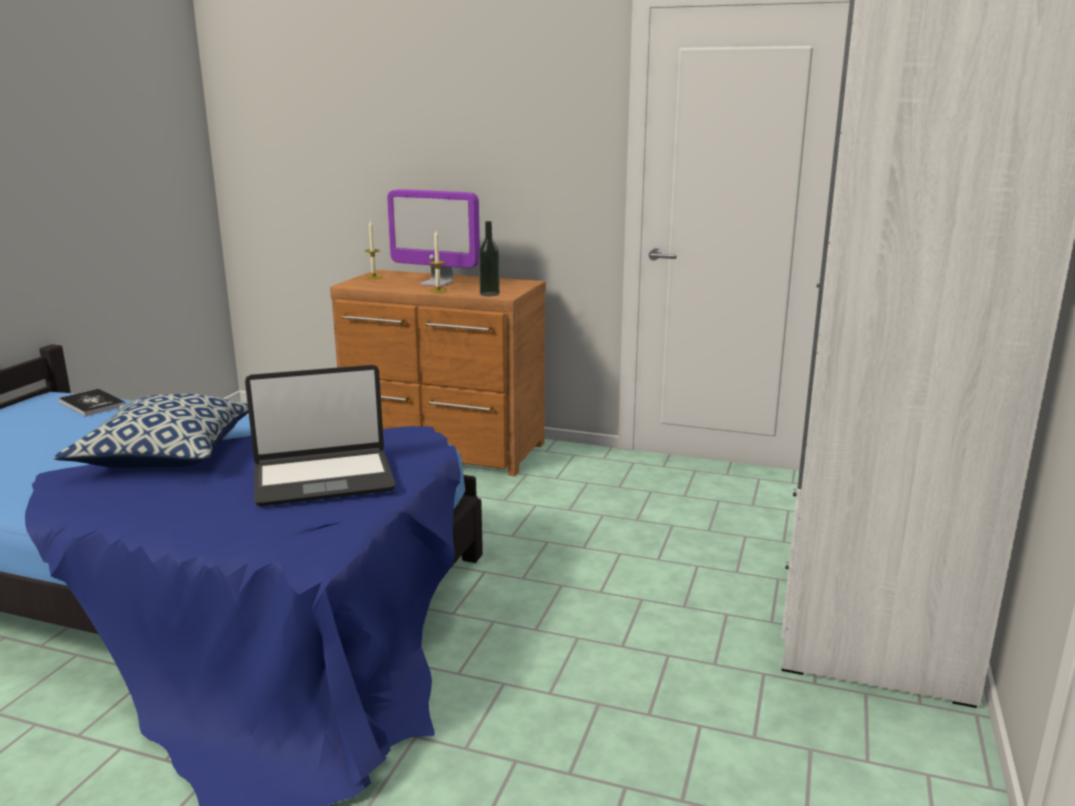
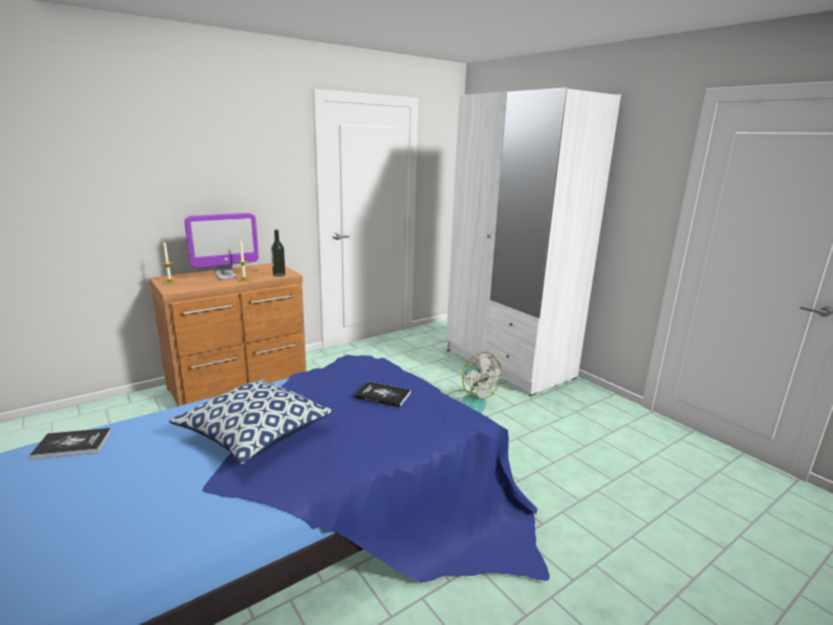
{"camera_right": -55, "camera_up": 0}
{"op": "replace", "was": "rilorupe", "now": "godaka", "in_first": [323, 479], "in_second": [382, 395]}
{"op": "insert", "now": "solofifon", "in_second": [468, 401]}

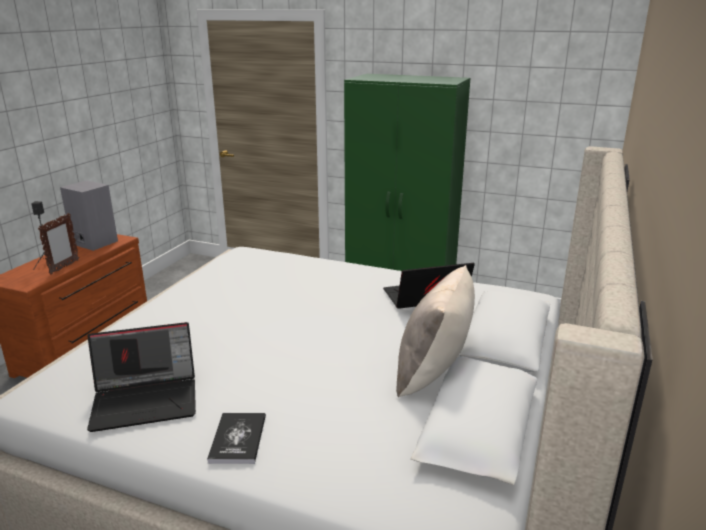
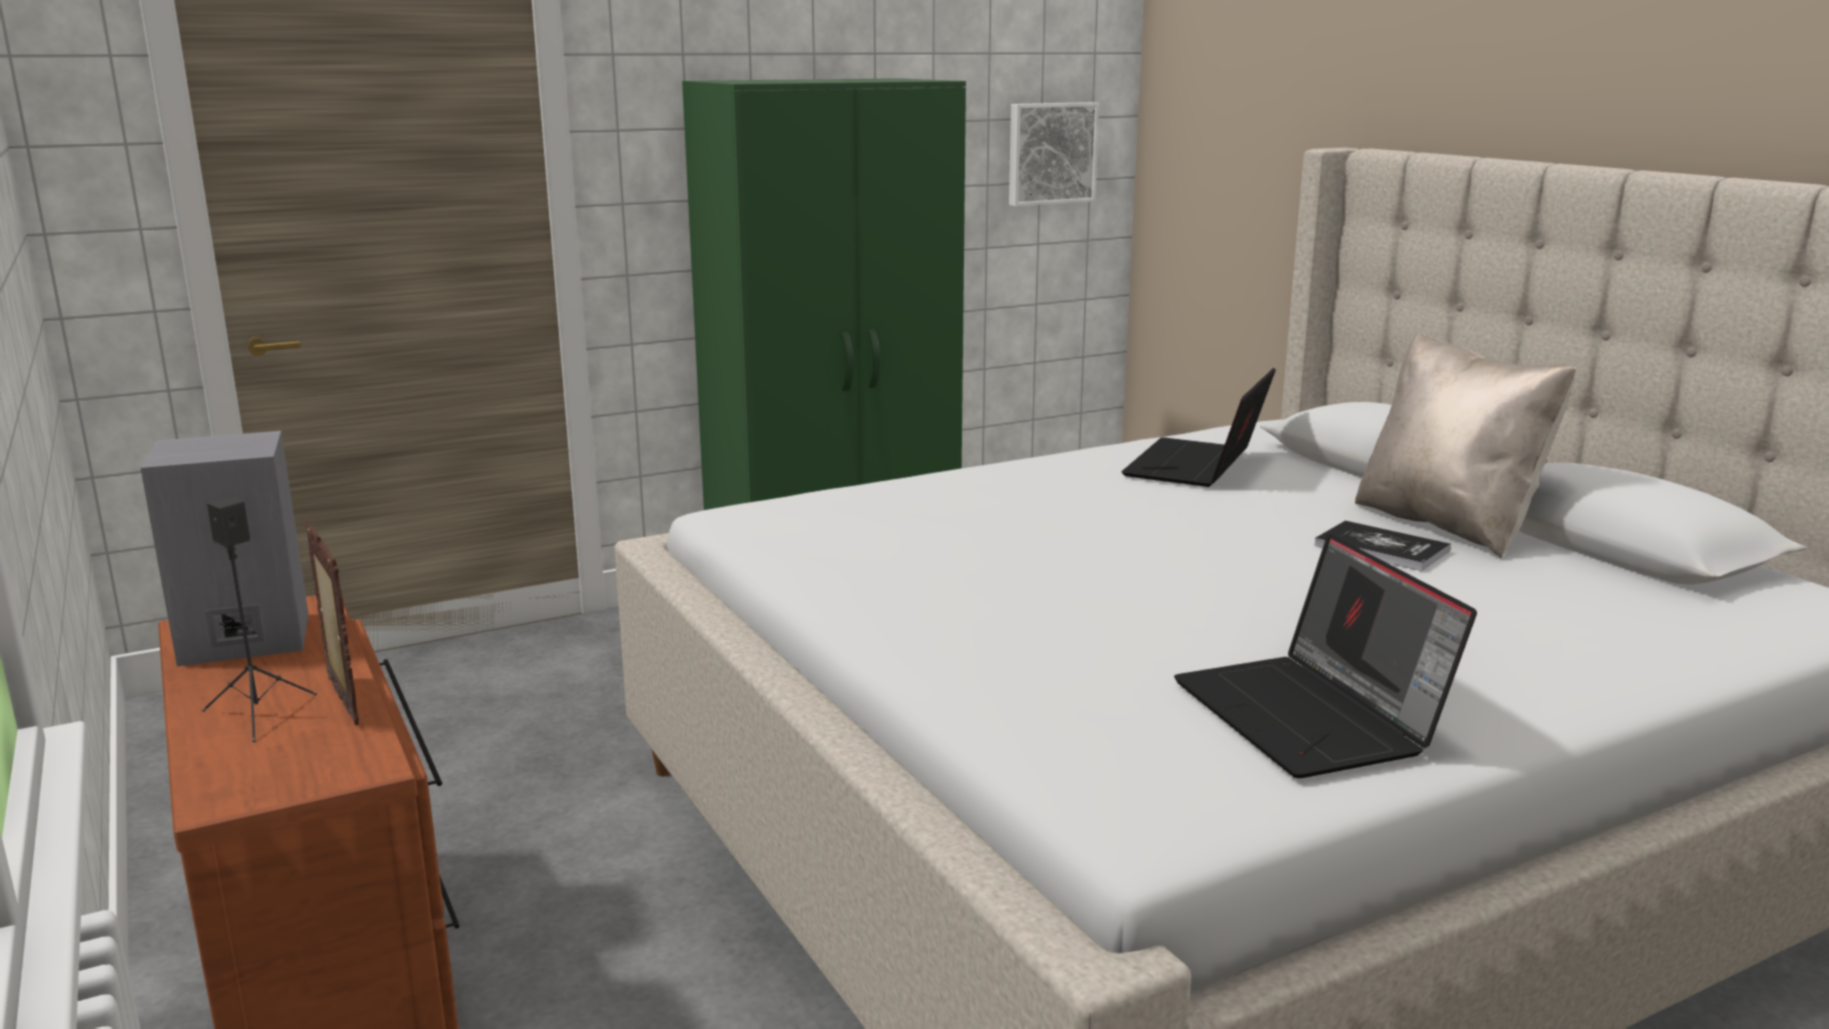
{"camera_right": -50, "camera_up": -5}
{"op": "insert", "now": "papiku", "in_second": [1050, 153]}
{"op": "rotate", "was": "rilorupe", "in_first": [147, 400], "in_second": [1313, 717], "clockwise": 135}
{"op": "move", "was": "godaka", "in_first": [238, 439], "in_second": [1381, 548]}

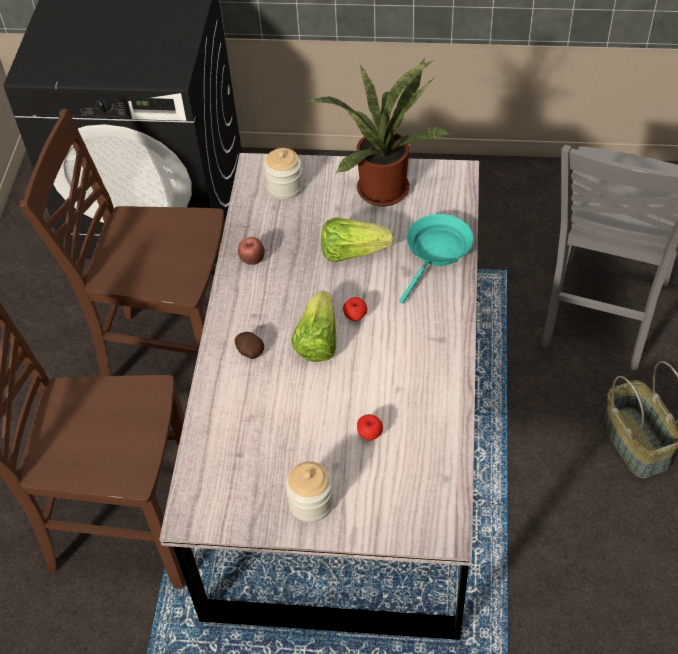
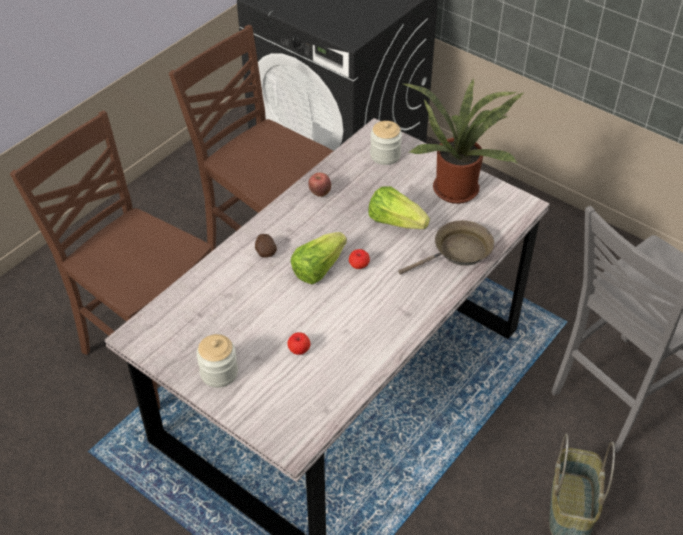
{"camera_right": 30, "camera_up": -5}
{"op": "recolor", "was": "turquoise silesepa", "now": "brown silesepa", "in_first": [437, 252], "in_second": [458, 252]}

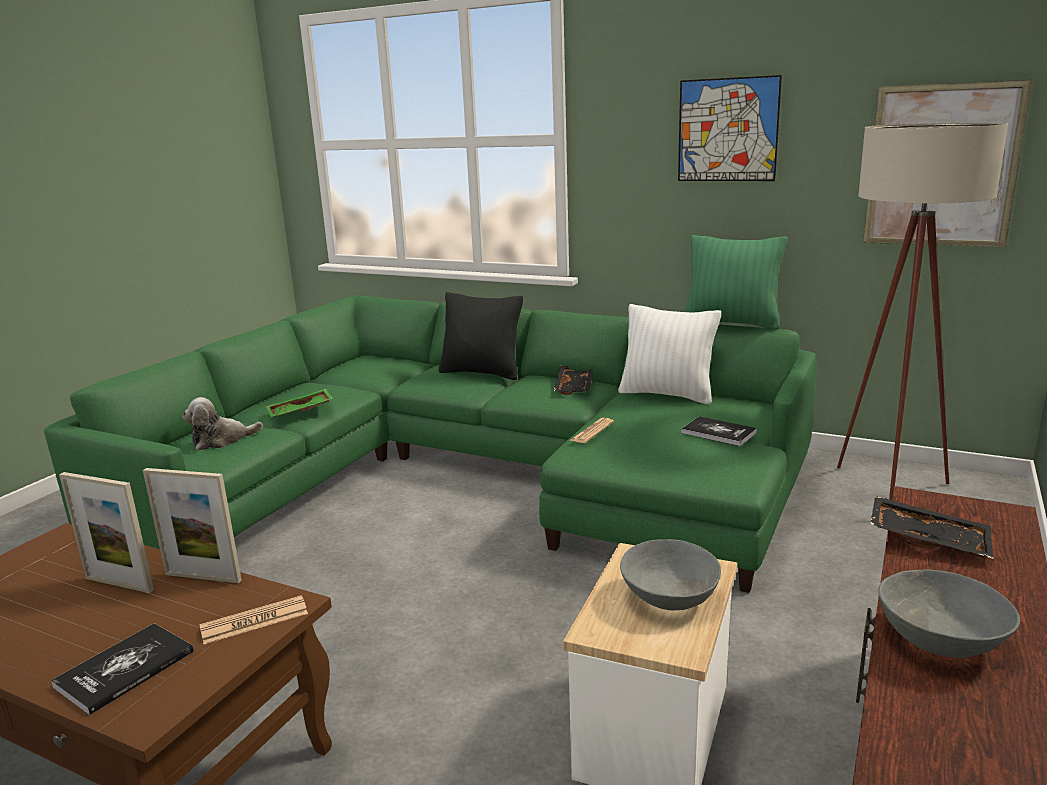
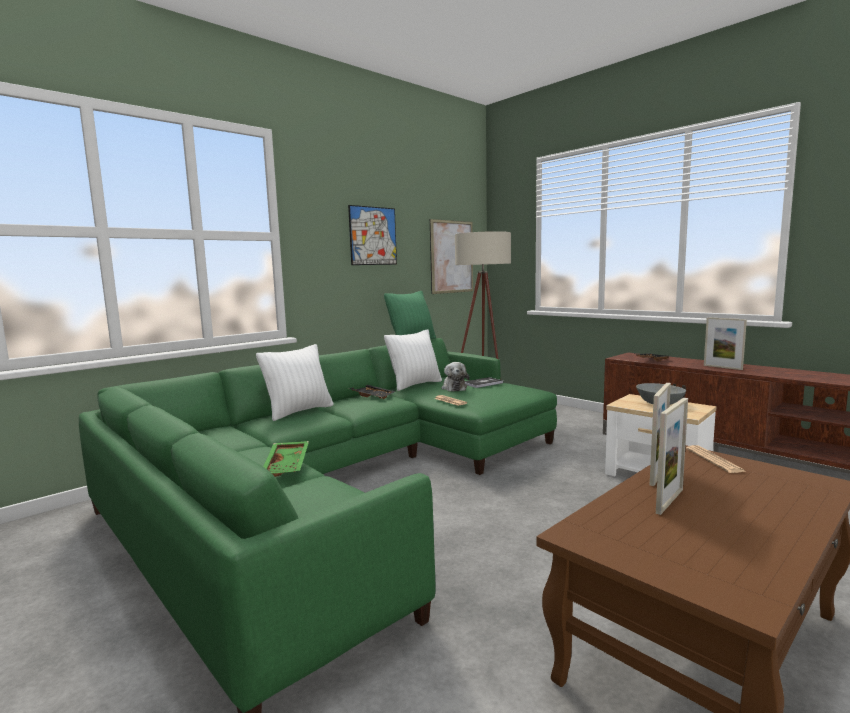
{"camera_right": -70, "camera_up": -10}
{"op": "recolor", "was": "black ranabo", "now": "white ranabo", "in_first": [482, 373], "in_second": [299, 411]}
{"op": "move", "was": "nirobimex", "in_first": [221, 440], "in_second": [454, 388]}
{"op": "replace", "was": "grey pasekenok", "now": "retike", "in_first": [941, 640], "in_second": [722, 367]}
{"op": "delete", "was": "godaka", "in_first": [125, 669]}

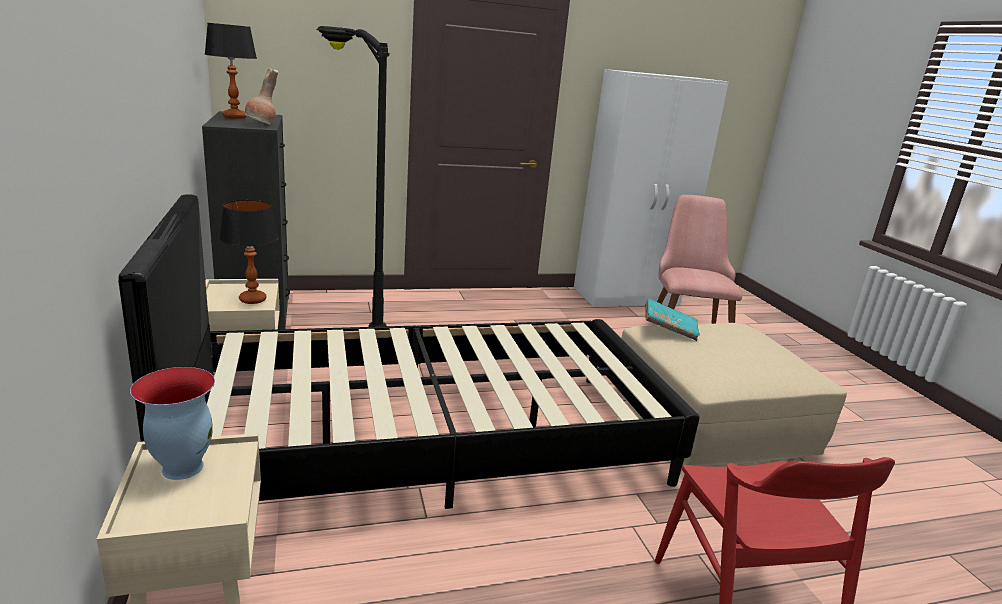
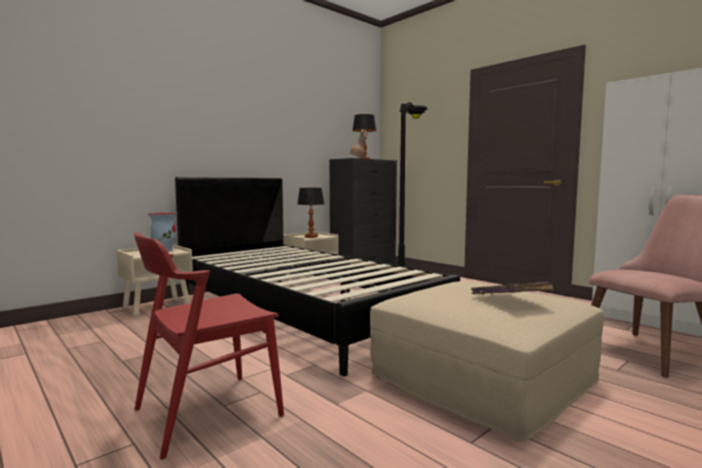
{"camera_right": 65, "camera_up": -15}
{"op": "insert", "now": "purple godaka", "in_second": [510, 301]}
{"op": "delete", "was": "turquoise godaka", "in_first": [669, 329]}

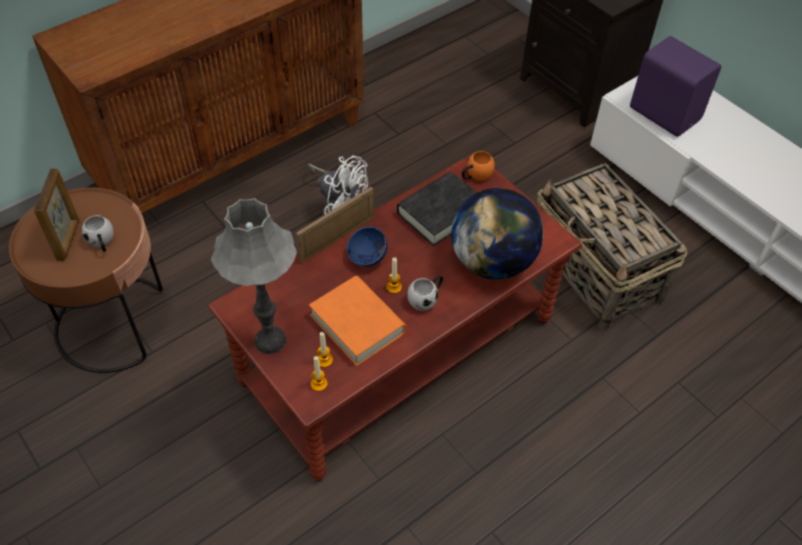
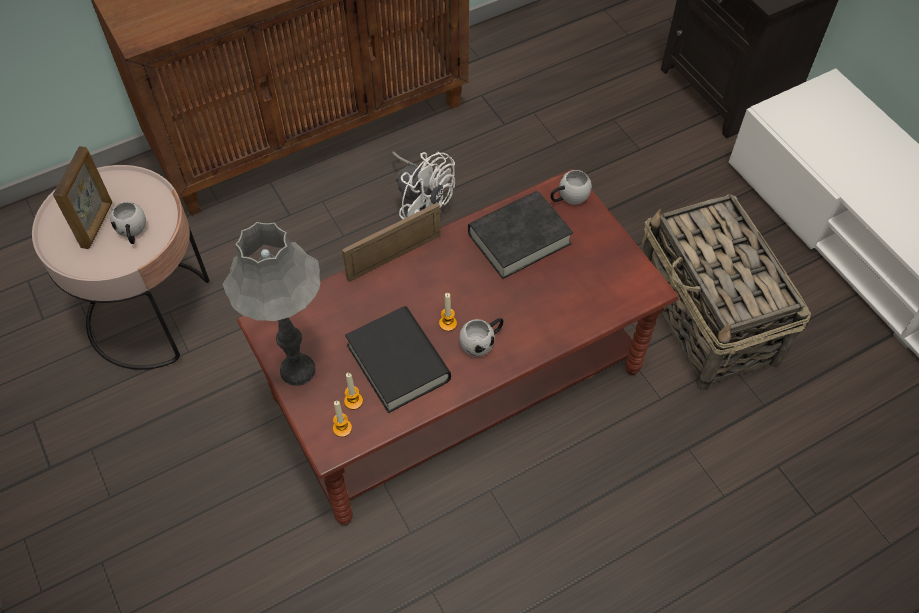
{"camera_right": 10, "camera_up": 5}
{"op": "recolor", "was": "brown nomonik", "now": "pink nomonik", "in_first": [114, 323], "in_second": [152, 313]}
{"op": "recolor", "was": "orange godaka", "now": "black godaka", "in_first": [357, 324], "in_second": [398, 363]}
{"op": "recolor", "was": "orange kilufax", "now": "white kilufax", "in_first": [475, 176], "in_second": [568, 198]}
{"op": "delete", "was": "blue pasekenok", "in_first": [367, 258]}
{"op": "delete", "was": "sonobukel", "in_first": [492, 262]}
{"op": "delete", "was": "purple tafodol", "in_first": [664, 113]}

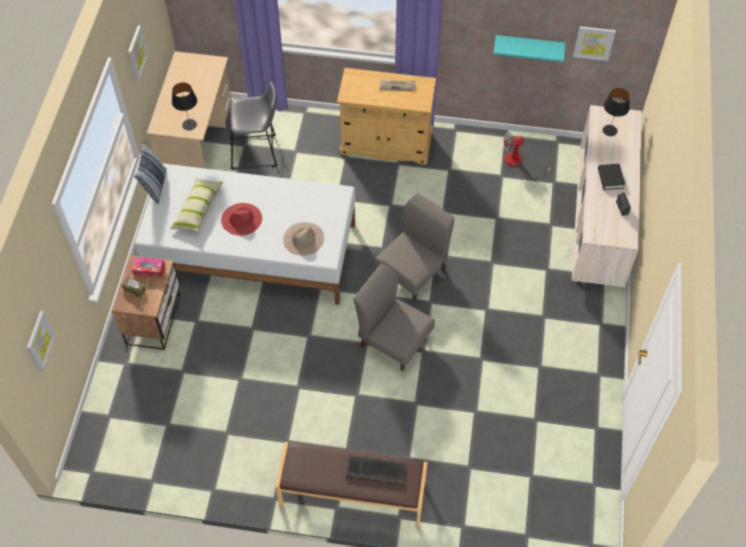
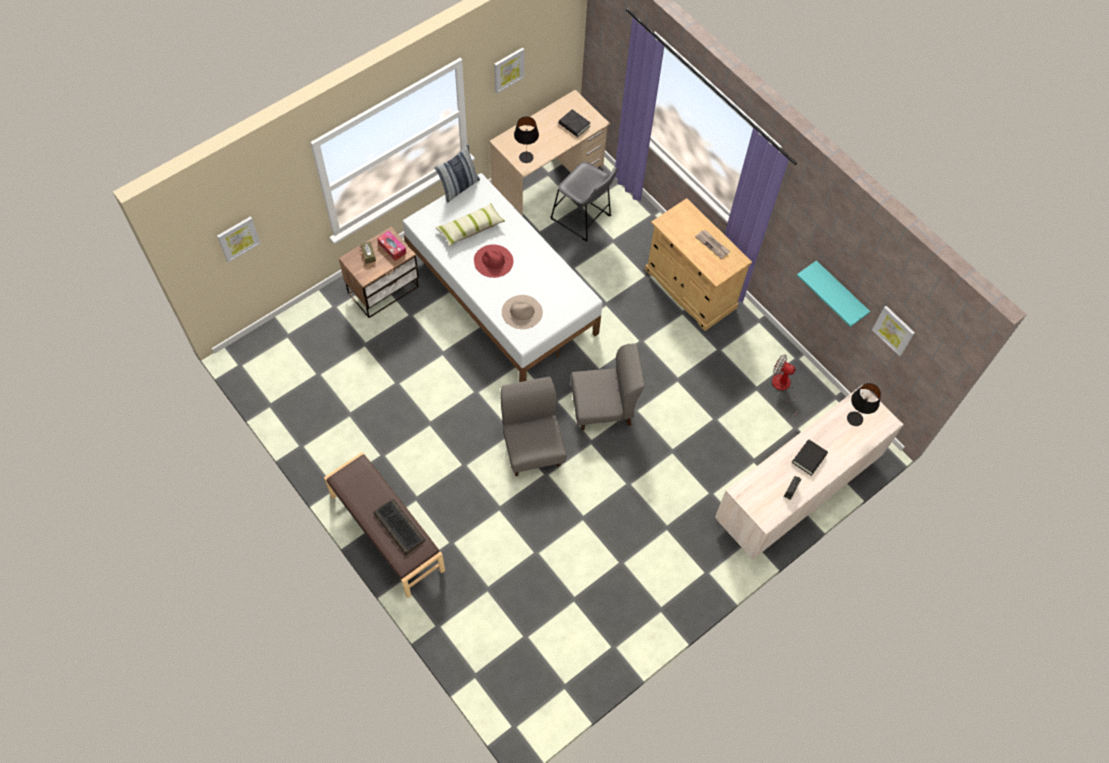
{"camera_right": 40, "camera_up": 5}
{"op": "insert", "now": "black godaka", "in_second": [574, 125]}

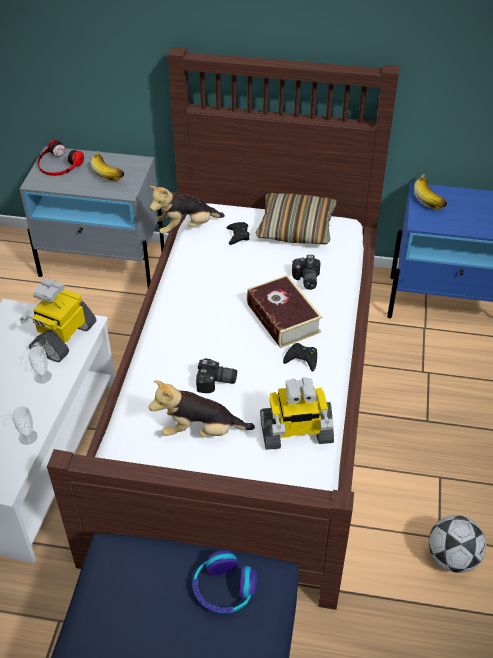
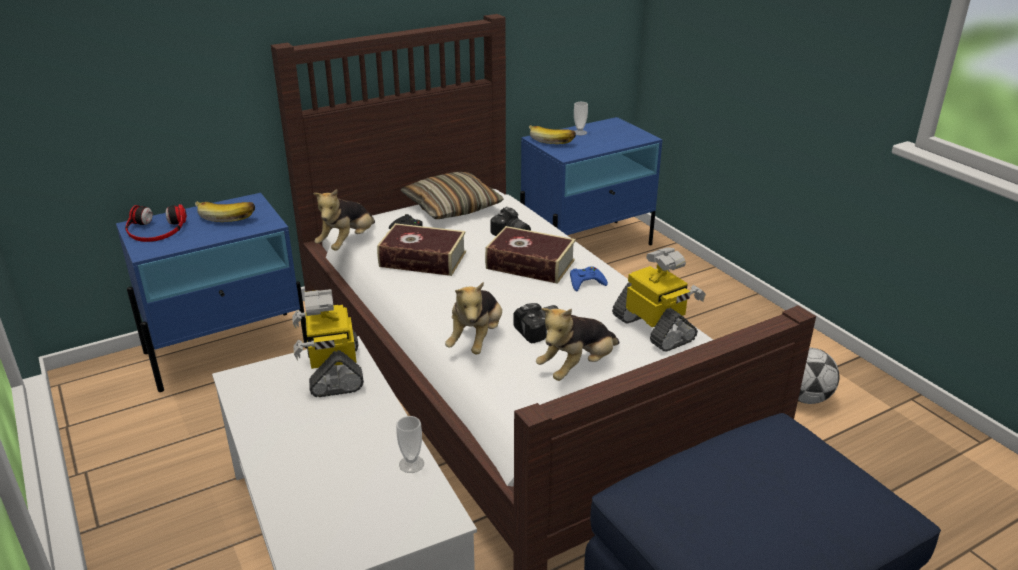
{"camera_right": -40, "camera_up": -15}
{"op": "recolor", "was": "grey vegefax", "now": "blue vegefax", "in_first": [103, 263], "in_second": [228, 349]}
{"op": "insert", "now": "godaka", "in_second": [423, 259]}
{"op": "insert", "now": "nirobimex", "in_second": [476, 340]}
{"op": "recolor", "was": "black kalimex", "now": "blue kalimex", "in_first": [302, 359], "in_second": [586, 282]}
{"op": "move", "was": "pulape", "in_first": [42, 377], "in_second": [579, 132]}
{"op": "rotate", "was": "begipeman", "in_first": [296, 433], "in_second": [655, 329], "clockwise": -75}
{"op": "delete", "was": "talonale", "in_first": [224, 589]}

